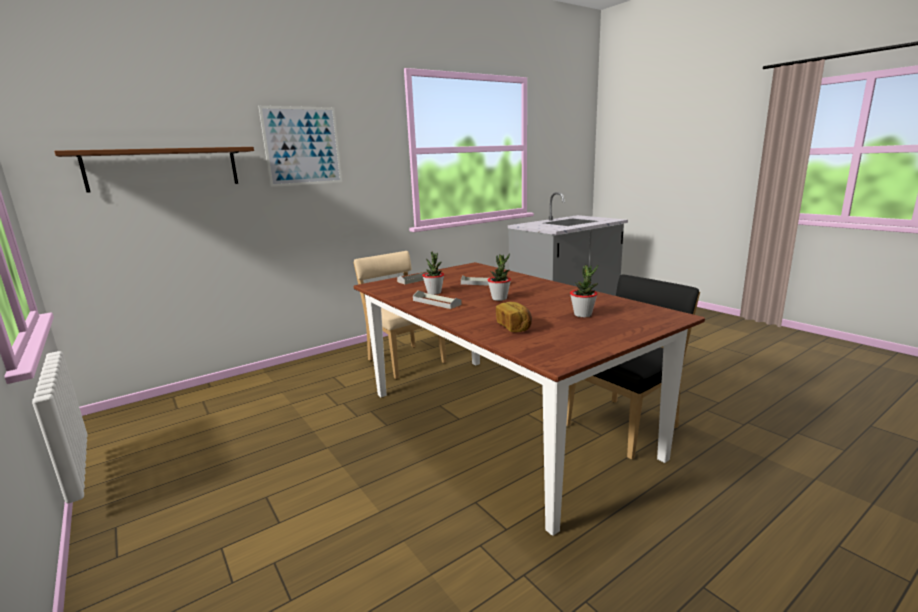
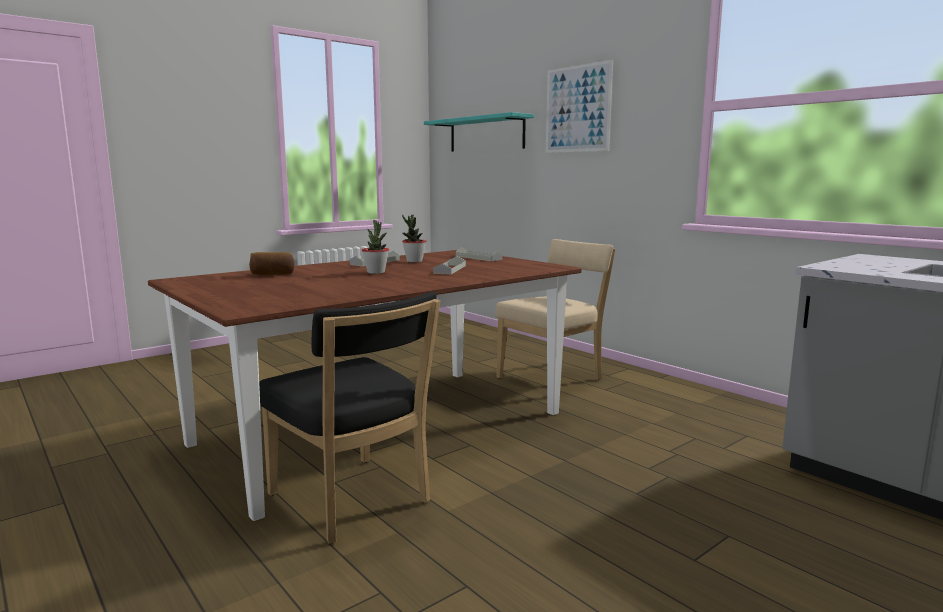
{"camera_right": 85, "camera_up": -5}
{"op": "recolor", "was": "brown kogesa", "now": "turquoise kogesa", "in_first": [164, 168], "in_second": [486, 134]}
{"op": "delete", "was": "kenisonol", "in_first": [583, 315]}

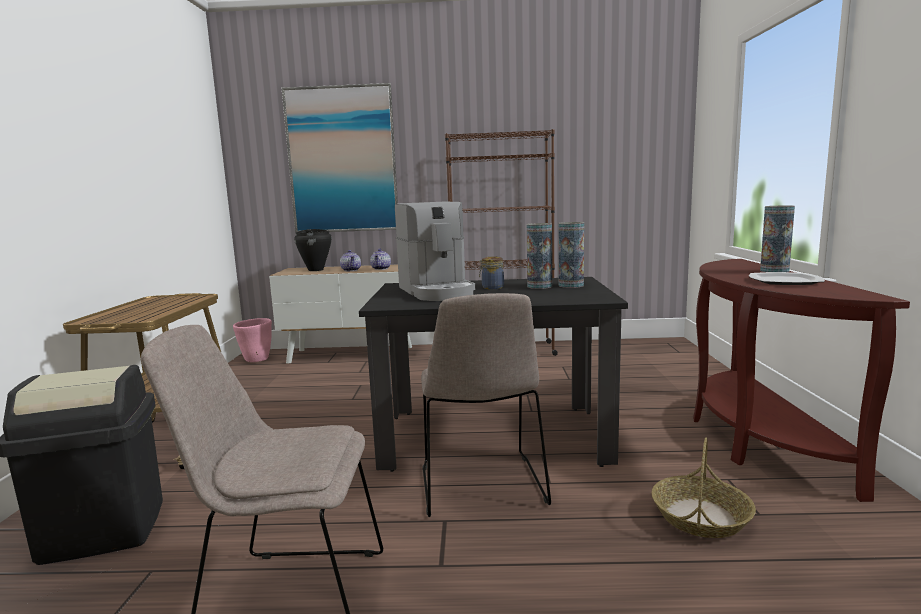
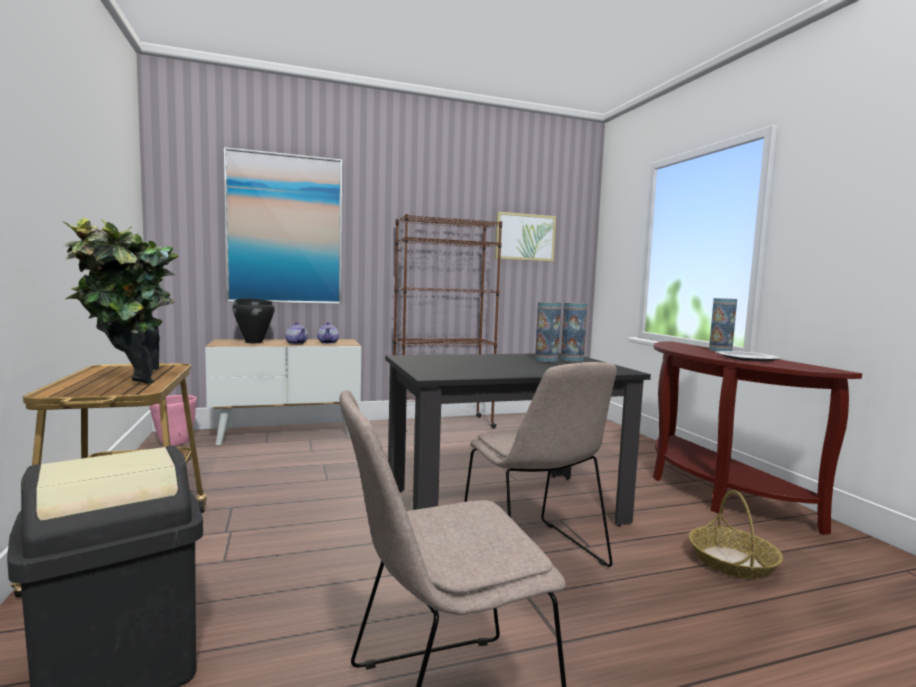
{"camera_right": -20, "camera_up": -5}
{"op": "insert", "now": "kenisonol", "in_second": [127, 388]}
{"op": "insert", "now": "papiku", "in_second": [525, 237]}
{"op": "delete", "was": "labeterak", "in_first": [437, 292]}
{"op": "delete", "was": "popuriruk", "in_first": [491, 287]}

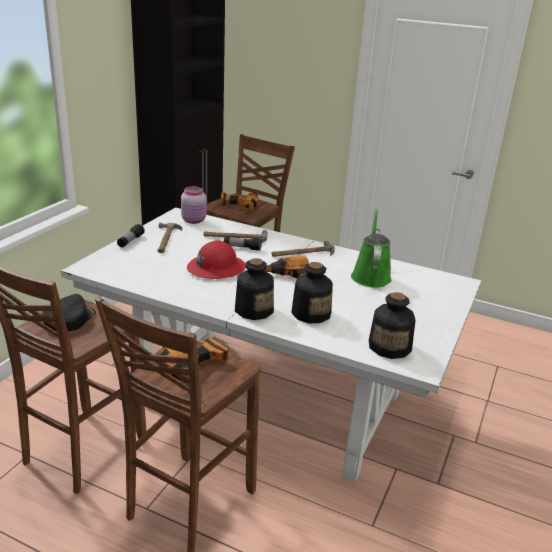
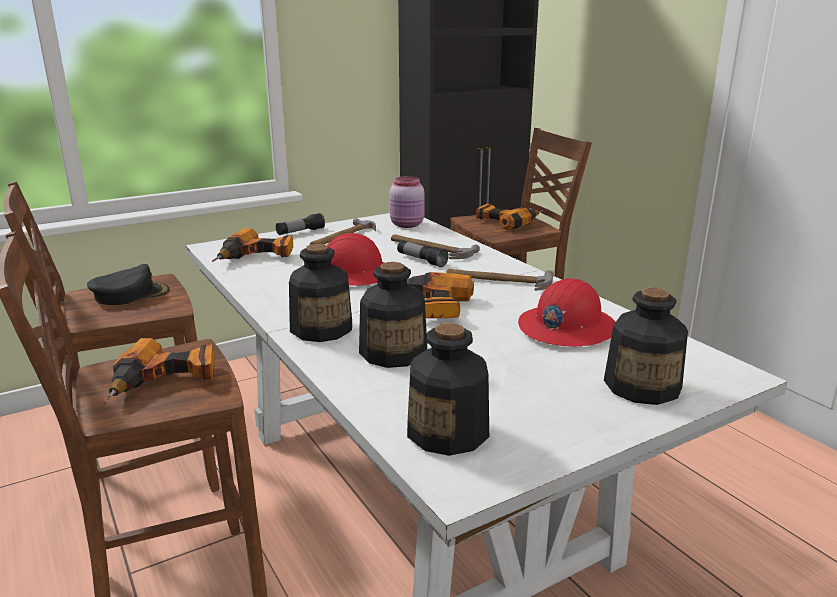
{"camera_right": 35, "camera_up": -5}
{"op": "insert", "now": "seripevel", "in_second": [256, 258]}
{"op": "replace", "was": "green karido", "now": "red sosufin", "in_first": [370, 276], "in_second": [566, 328]}
{"op": "insert", "now": "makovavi", "in_second": [642, 386]}

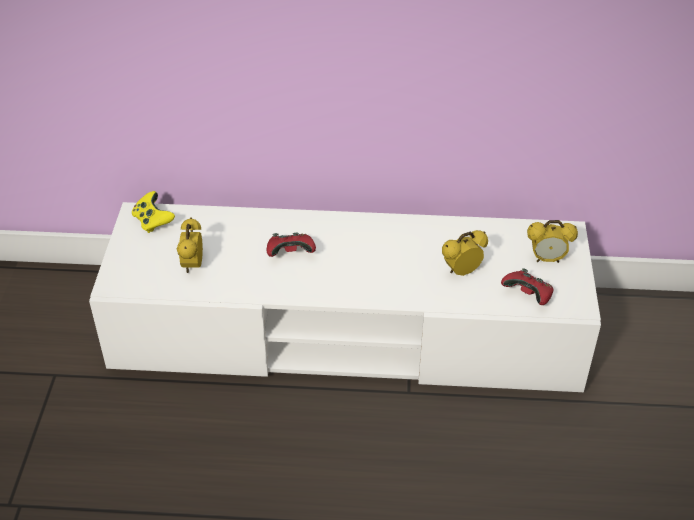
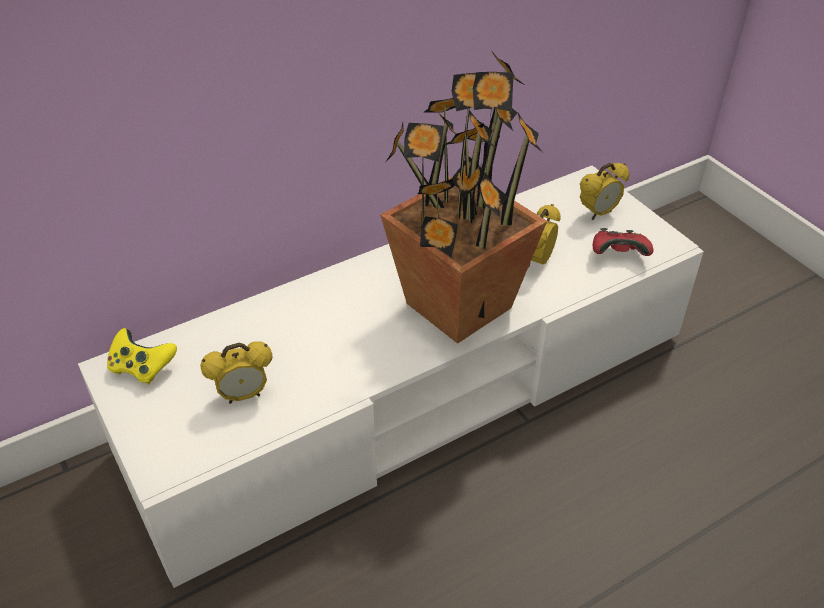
{"camera_right": -35, "camera_up": 0}
{"op": "rotate", "was": "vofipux", "in_first": [193, 265], "in_second": [243, 395], "clockwise": -75}
{"op": "insert", "now": "kenisonol", "in_second": [456, 305]}
{"op": "delete", "was": "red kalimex", "in_first": [291, 253]}

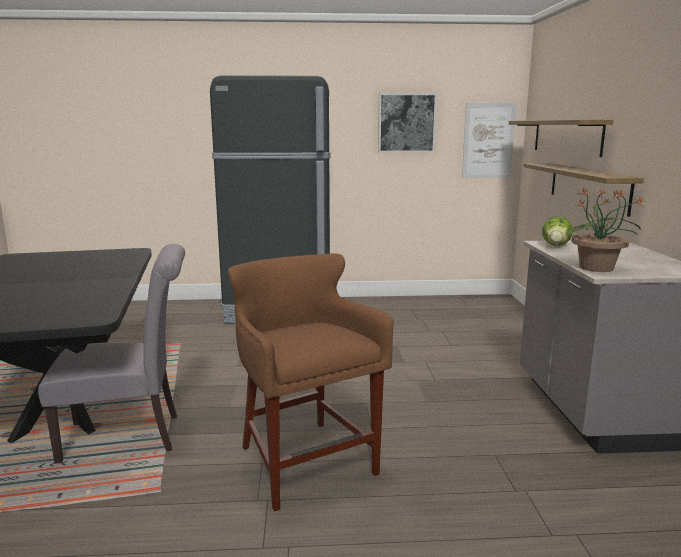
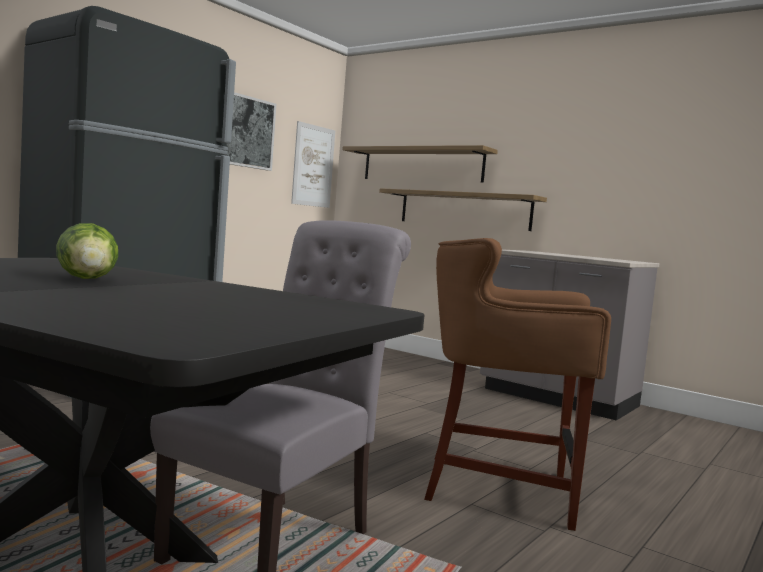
{"camera_right": -50, "camera_up": -10}
{"op": "move", "was": "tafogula", "in_first": [556, 246], "in_second": [88, 280]}
{"op": "delete", "was": "kenisonol", "in_first": [597, 268]}

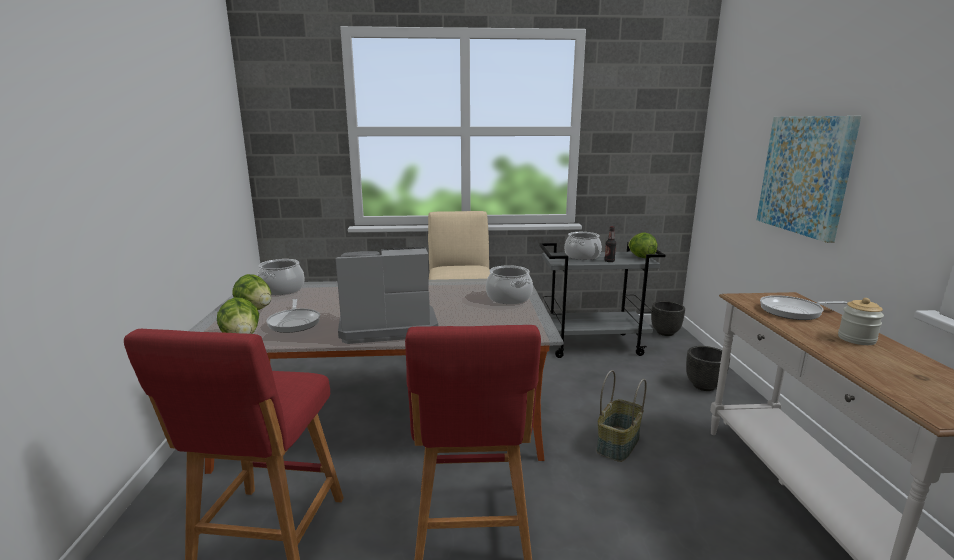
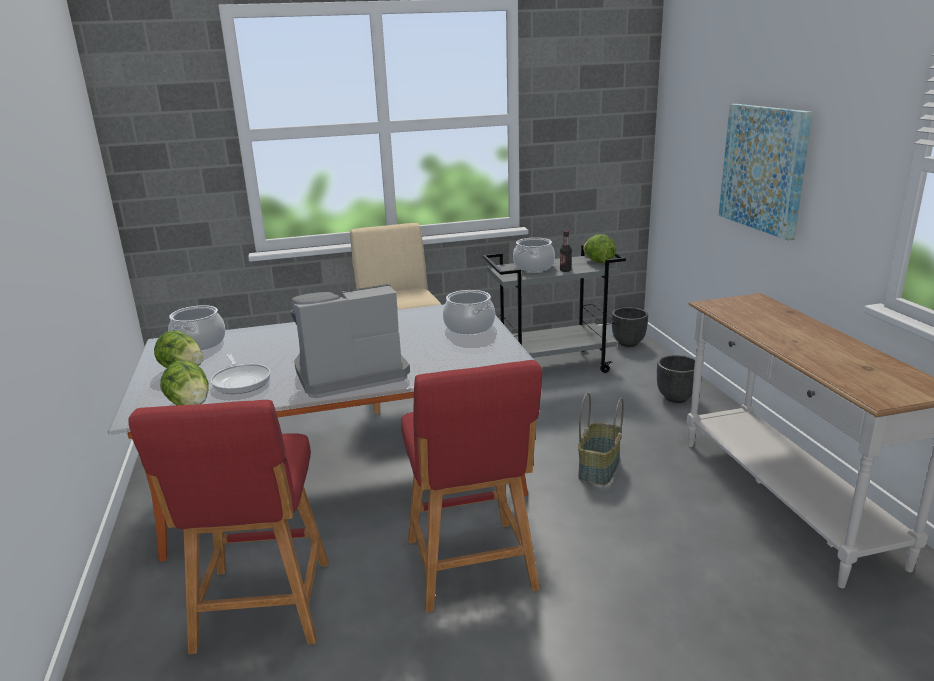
{"camera_right": -10, "camera_up": 5}
{"op": "delete", "was": "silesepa", "in_first": [794, 311]}
{"op": "delete", "was": "popuriruk", "in_first": [856, 339]}

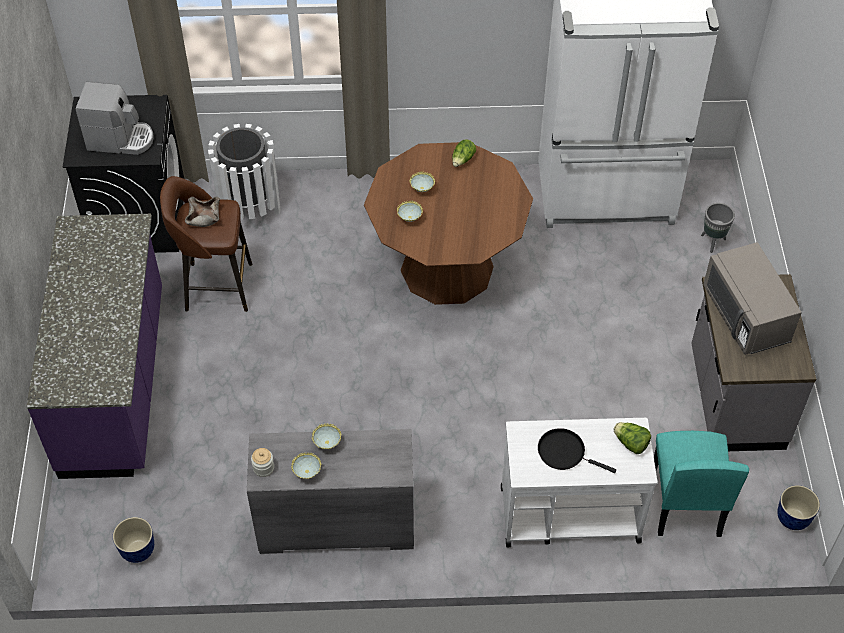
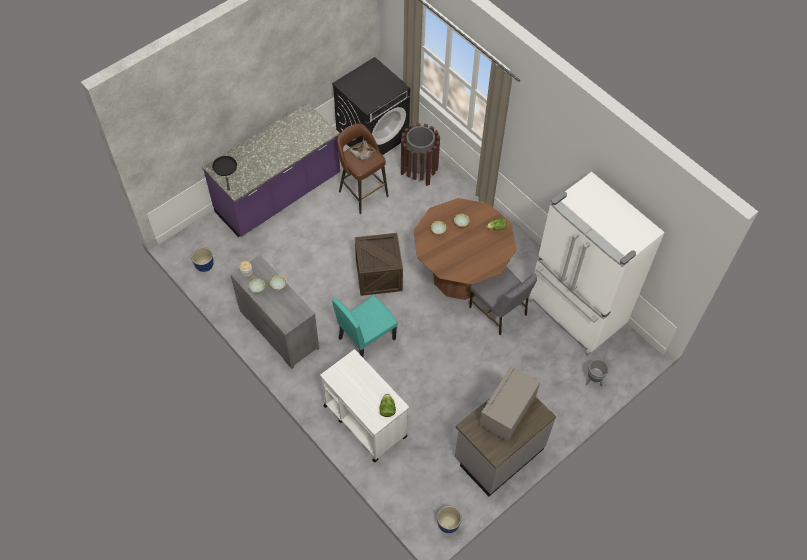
{"camera_right": 50, "camera_up": 5}
{"op": "move", "was": "black silesepa", "in_first": [564, 452], "in_second": [225, 169]}
{"op": "move", "was": "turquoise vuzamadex", "in_first": [685, 501], "in_second": [366, 338]}
{"op": "insert", "now": "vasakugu", "in_second": [379, 275]}
{"op": "recolor", "was": "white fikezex", "now": "brown fikezex", "in_first": [249, 208], "in_second": [419, 172]}
{"op": "insert", "now": "grey vuzamadex", "in_second": [499, 311]}
{"op": "delete", "was": "labeterak", "in_first": [120, 139]}

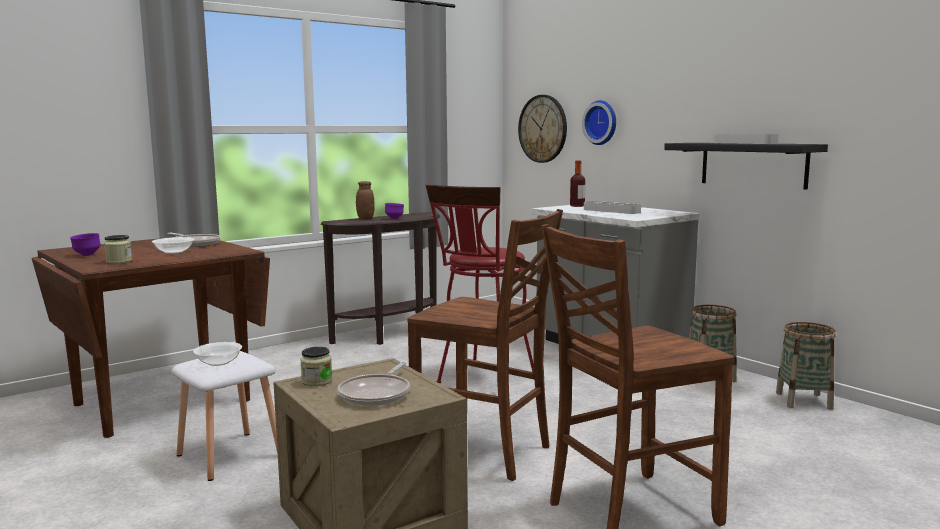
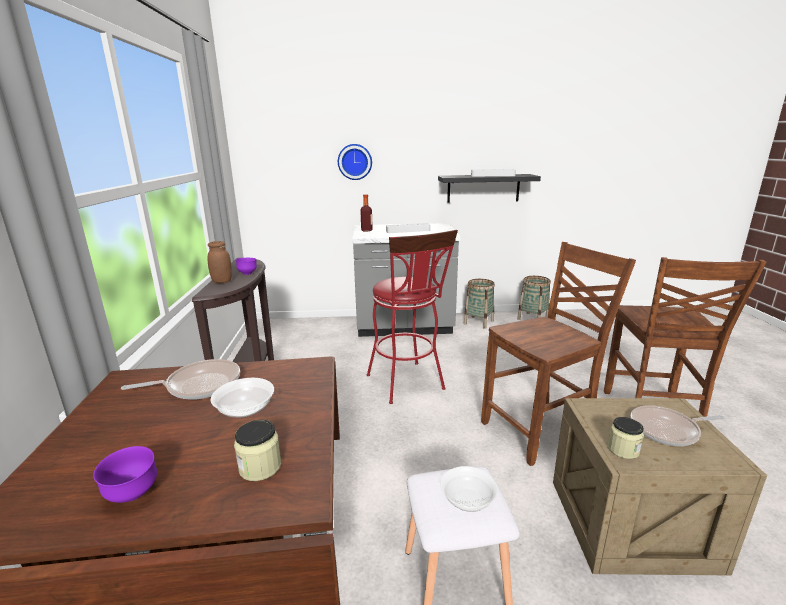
{"camera_right": -55, "camera_up": 10}
{"op": "rotate", "was": "silesepa", "in_first": [377, 394], "in_second": [667, 430], "clockwise": 120}
{"op": "delete", "was": "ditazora", "in_first": [543, 128]}

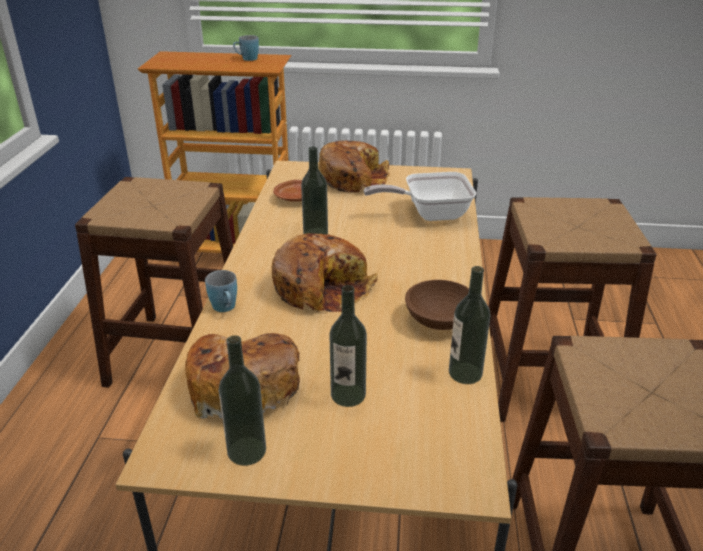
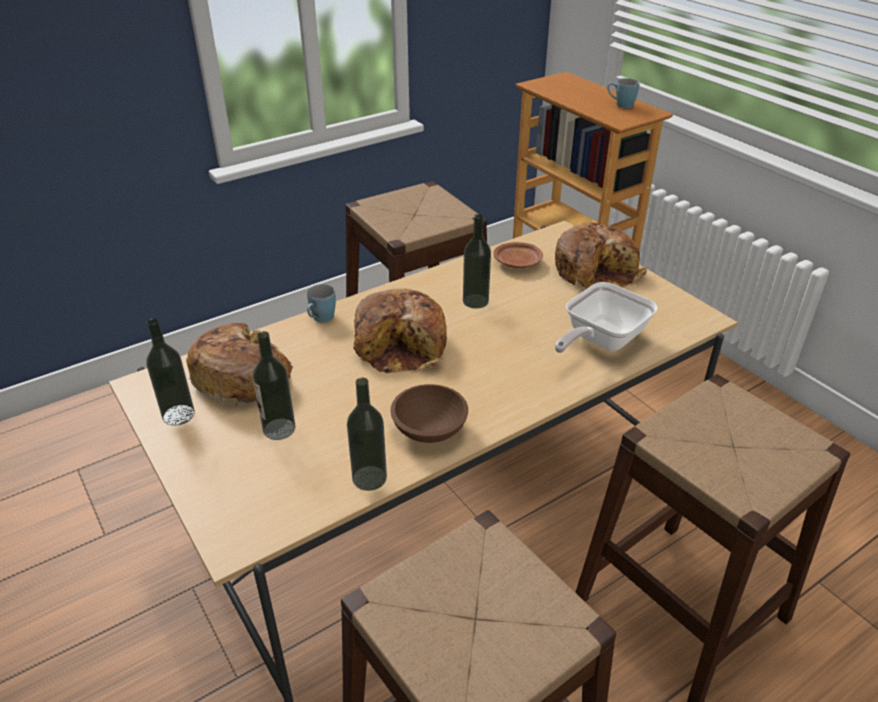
{"camera_right": 50, "camera_up": 5}
{"op": "rotate", "was": "silesepa", "in_first": [429, 214], "in_second": [600, 341], "clockwise": -90}

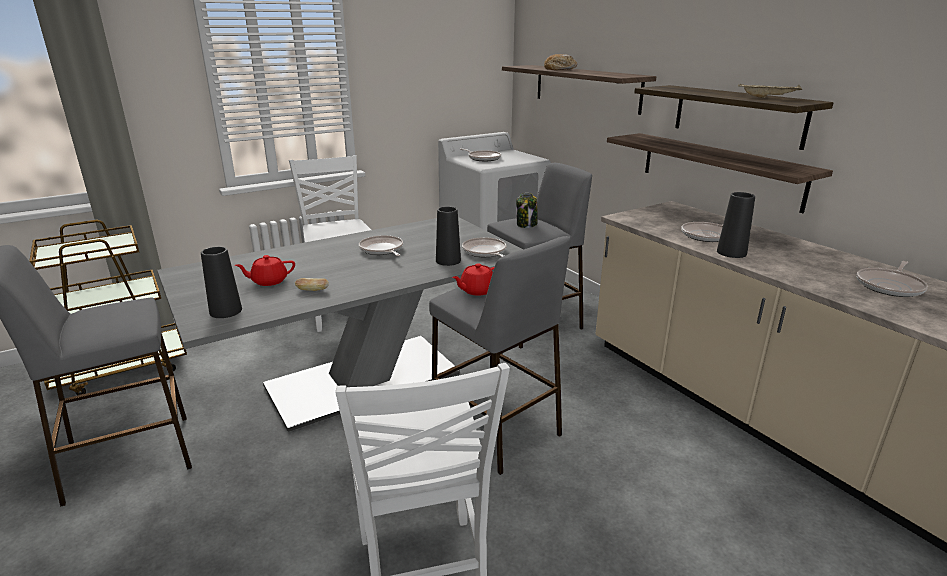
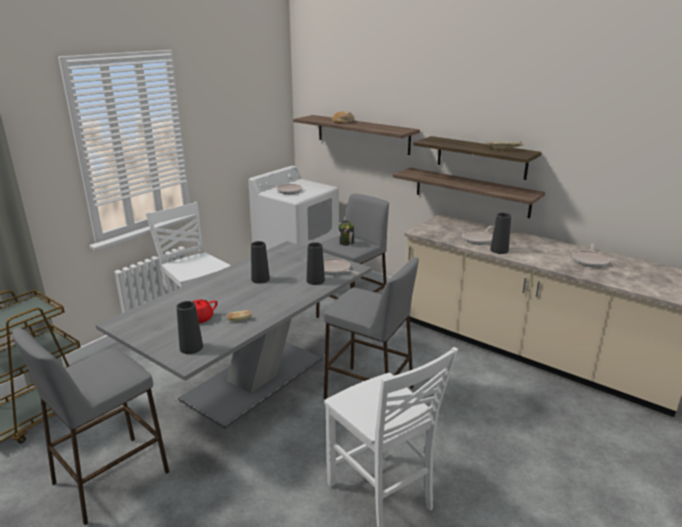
{"camera_right": -20, "camera_up": 0}
{"op": "replace", "was": "silesepa", "now": "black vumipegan", "in_first": [382, 250], "in_second": [260, 279]}
{"op": "delete", "was": "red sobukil", "in_first": [476, 290]}

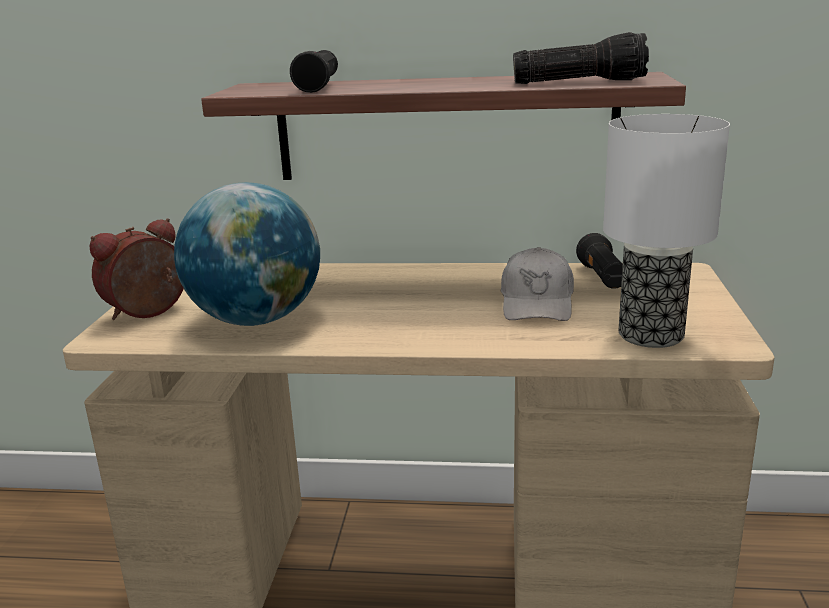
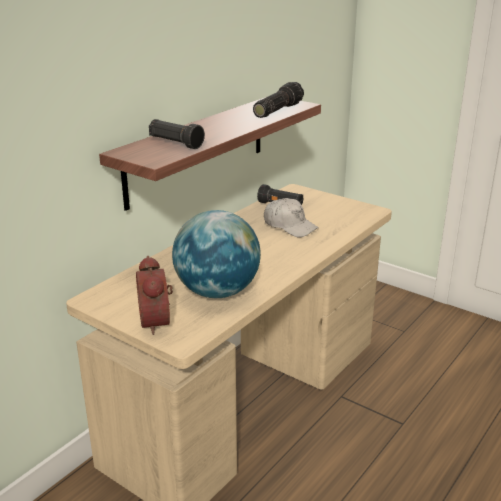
{"camera_right": -60, "camera_up": 5}
{"op": "delete", "was": "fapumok", "in_first": [650, 334]}

